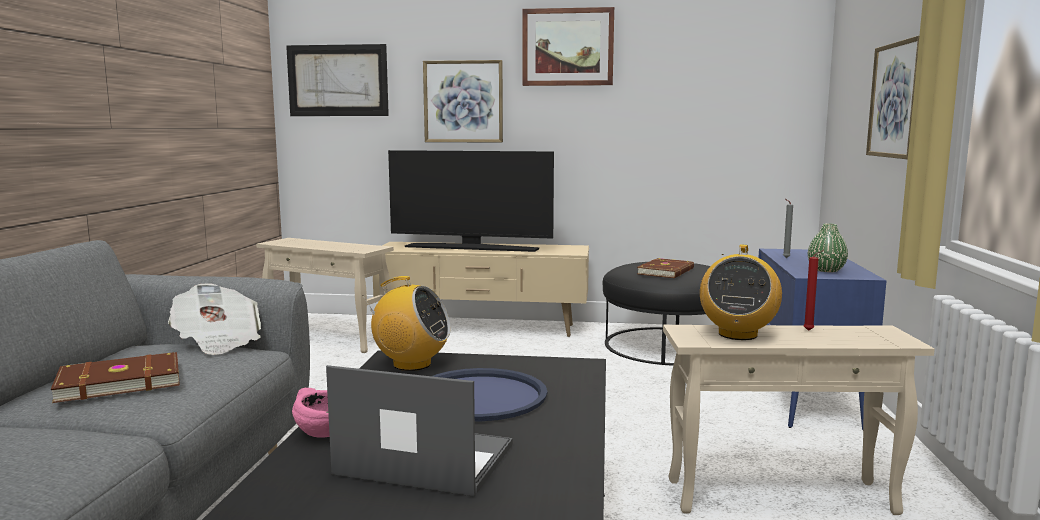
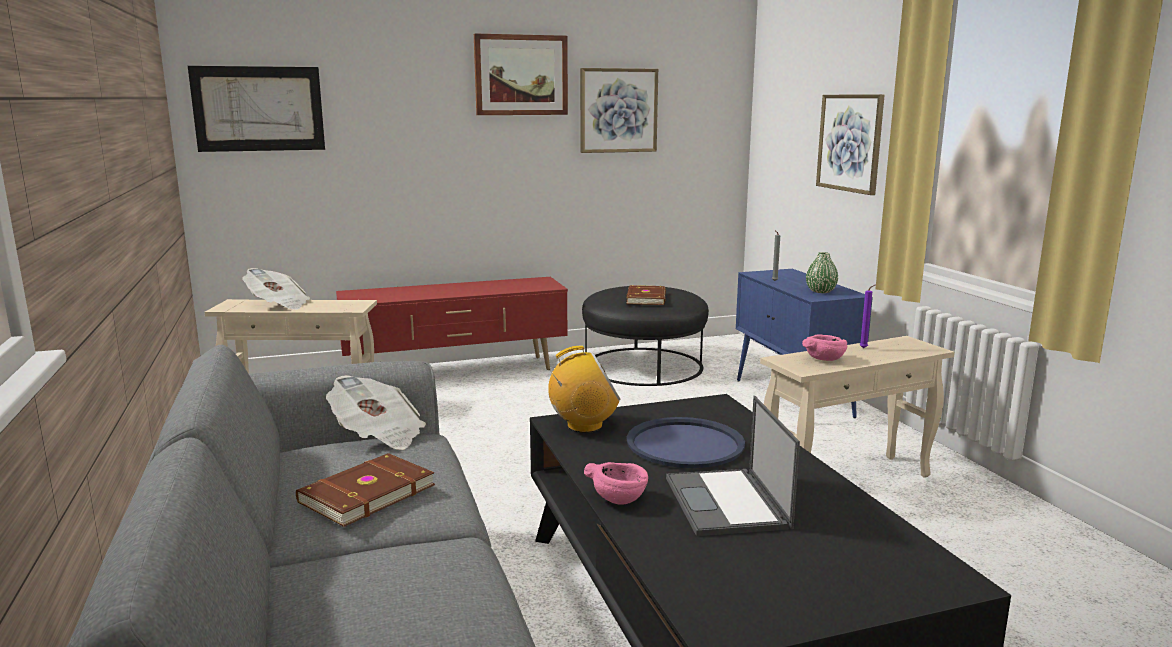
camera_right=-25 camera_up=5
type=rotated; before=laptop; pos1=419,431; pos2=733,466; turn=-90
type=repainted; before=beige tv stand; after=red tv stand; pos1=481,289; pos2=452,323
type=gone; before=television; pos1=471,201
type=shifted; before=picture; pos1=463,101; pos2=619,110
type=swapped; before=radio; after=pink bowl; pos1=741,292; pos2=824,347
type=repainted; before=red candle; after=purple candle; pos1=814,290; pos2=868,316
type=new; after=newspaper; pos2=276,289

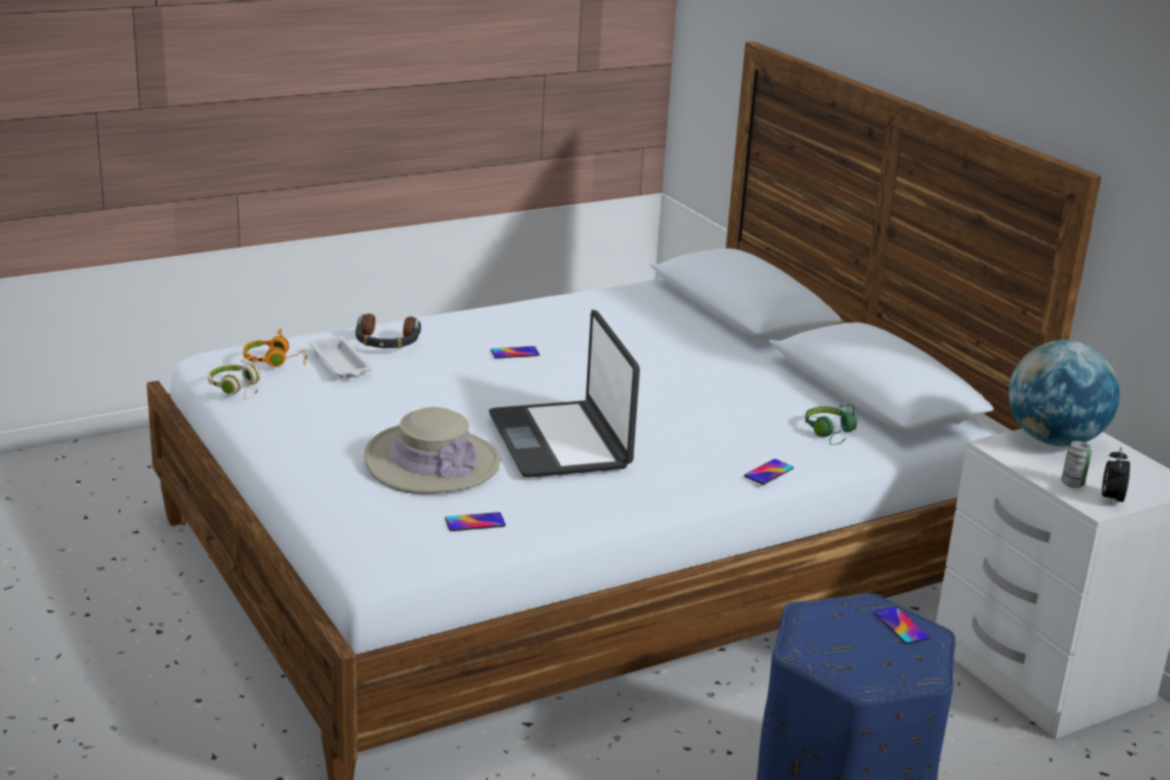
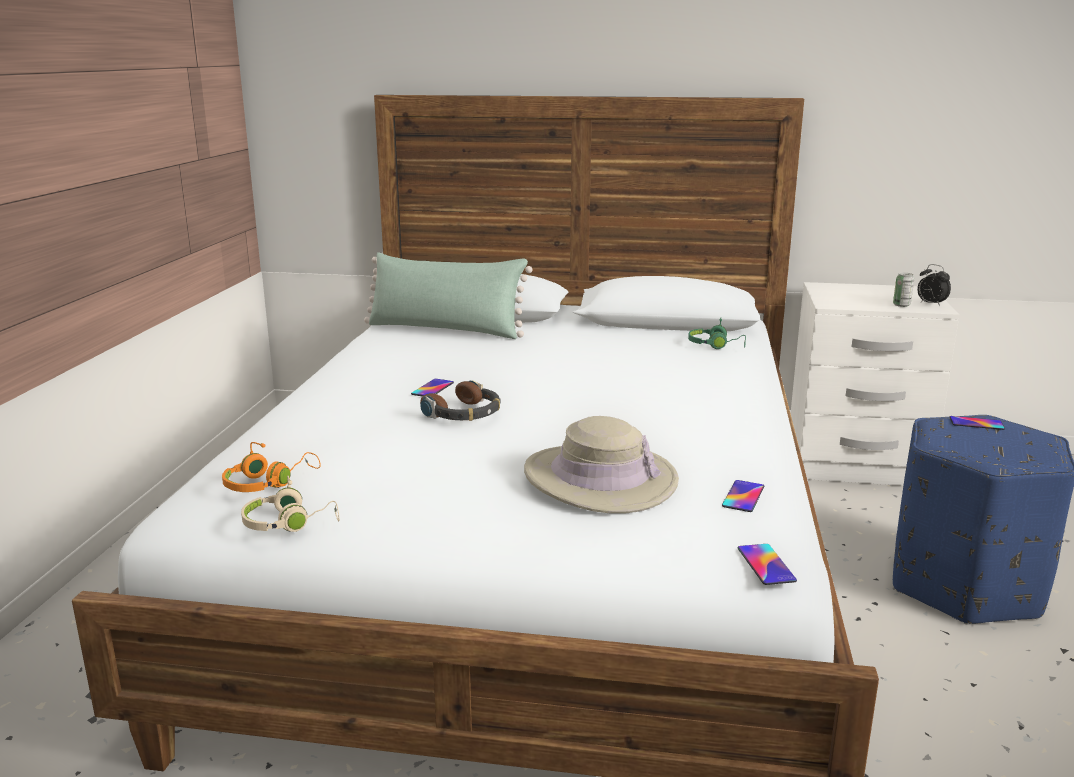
camera_right=-50 camera_up=-5
type=gone; before=white tray; pos1=340,357
type=shifted; before=headphones; pos1=388,331; pos2=460,400
type=gone; before=laptop; pos1=564,394
type=shifted; before=phone; pos1=769,472; pos2=767,564
type=gone; before=globe; pos1=1064,393
type=new; after=green pillow; pos2=448,295

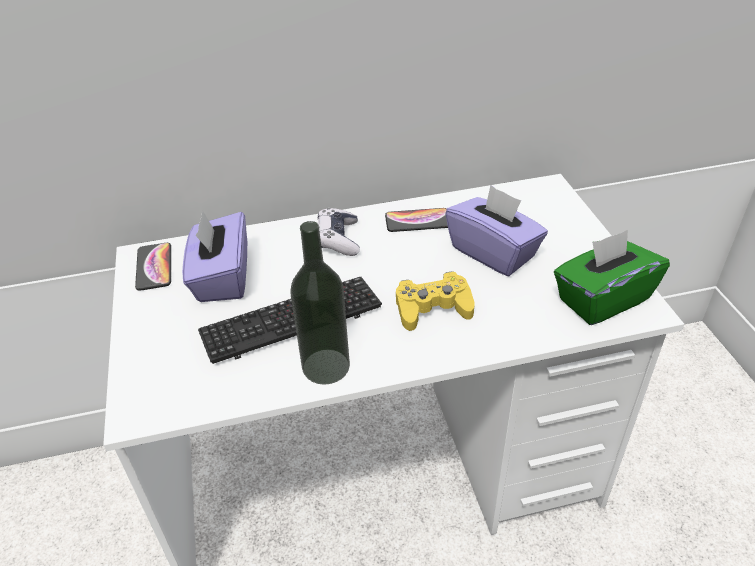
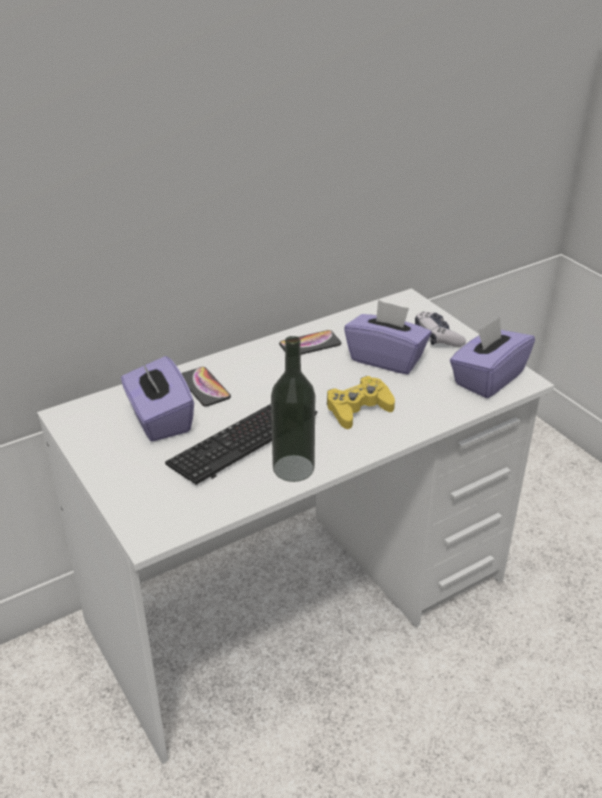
camera_right=-20 camera_up=-5
type=shifted; before=phone; pos1=153,267; pos2=206,387
type=shifted; before=game controller; pos1=339,232; pos2=440,329
type=repainted; before=green tissue box; after=purple tissue box; pos1=612,277; pos2=492,357

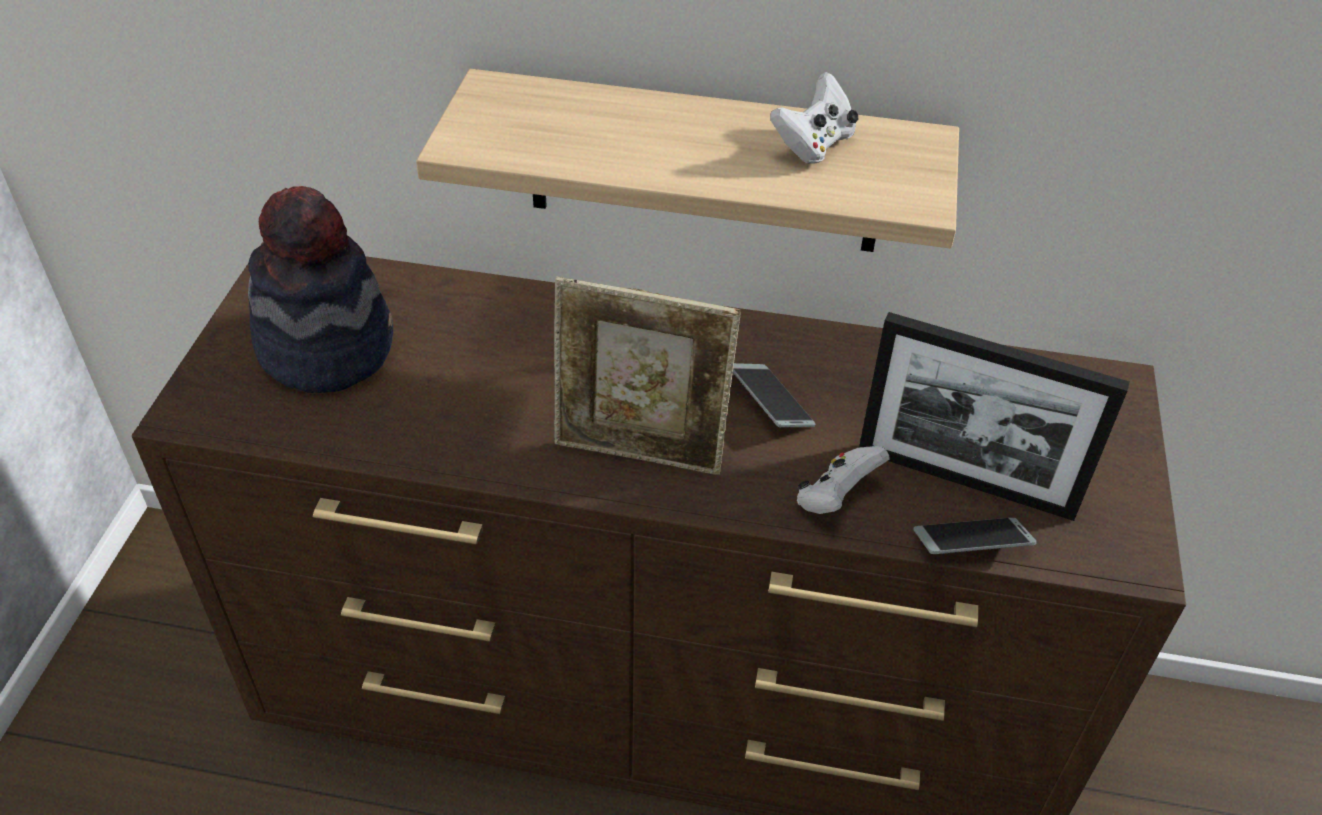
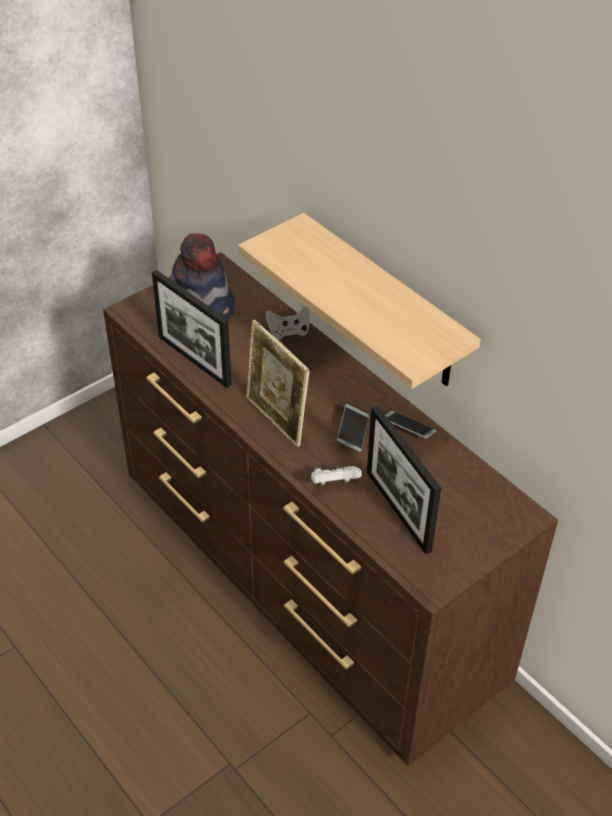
camera_right=40 camera_up=0
type=shifted; before=white game controller; pos1=814,118; pos2=288,323
type=shifted; before=phone; pos1=975,536; pos2=410,424
type=new; after=picture frame; pos2=192,329

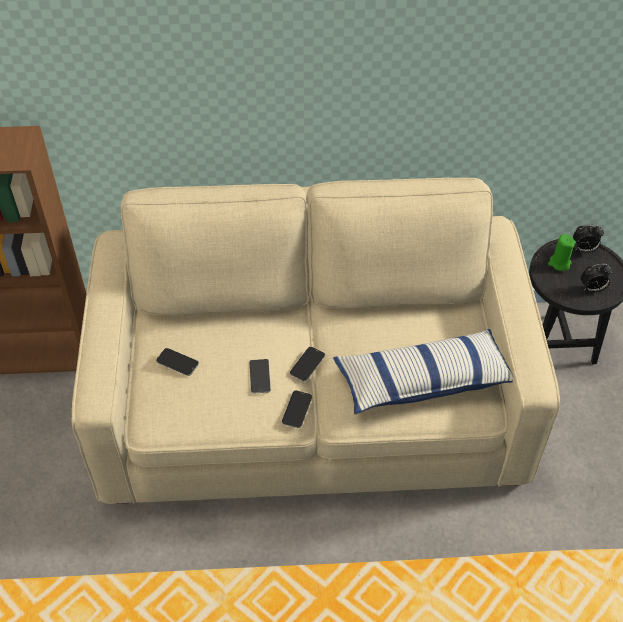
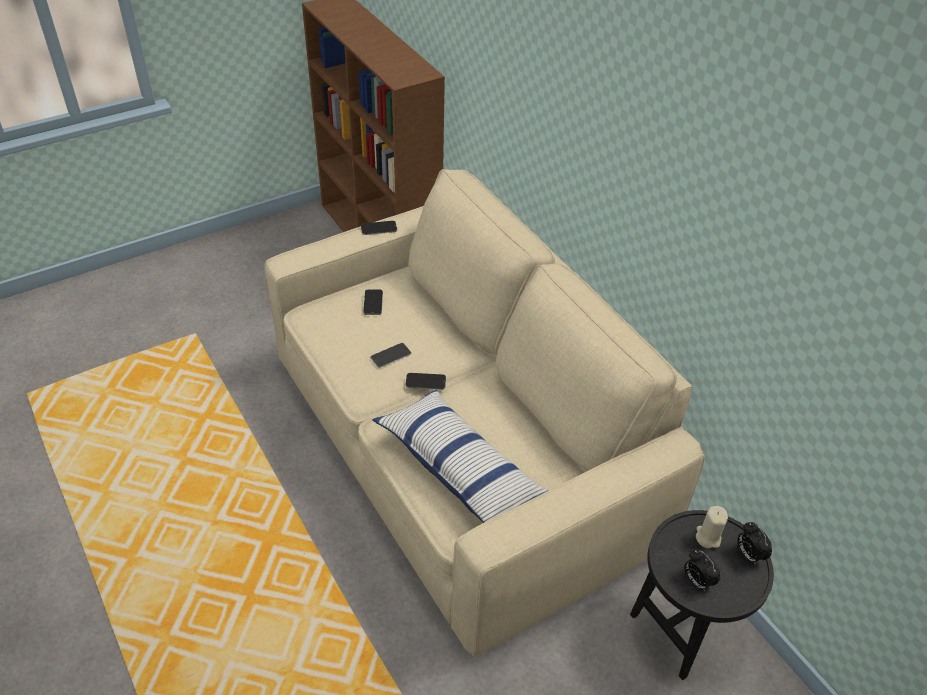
camera_right=60 camera_up=-5
type=shifted; before=phone; pos1=297,409; pos2=379,228
type=repainted; before=green candle; after=beige candle; pos1=562,252; pos2=712,527

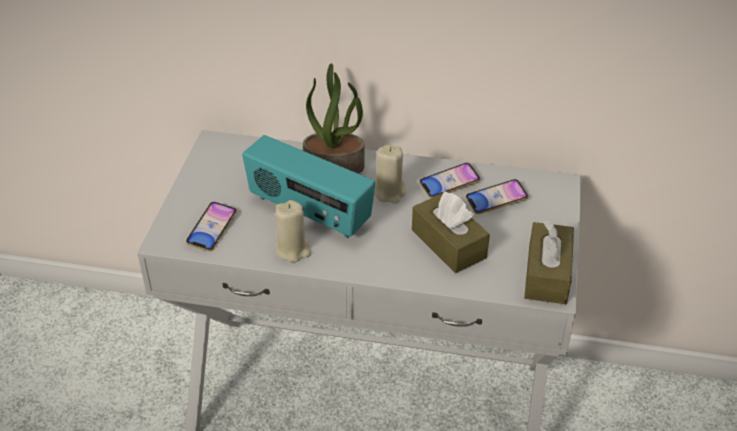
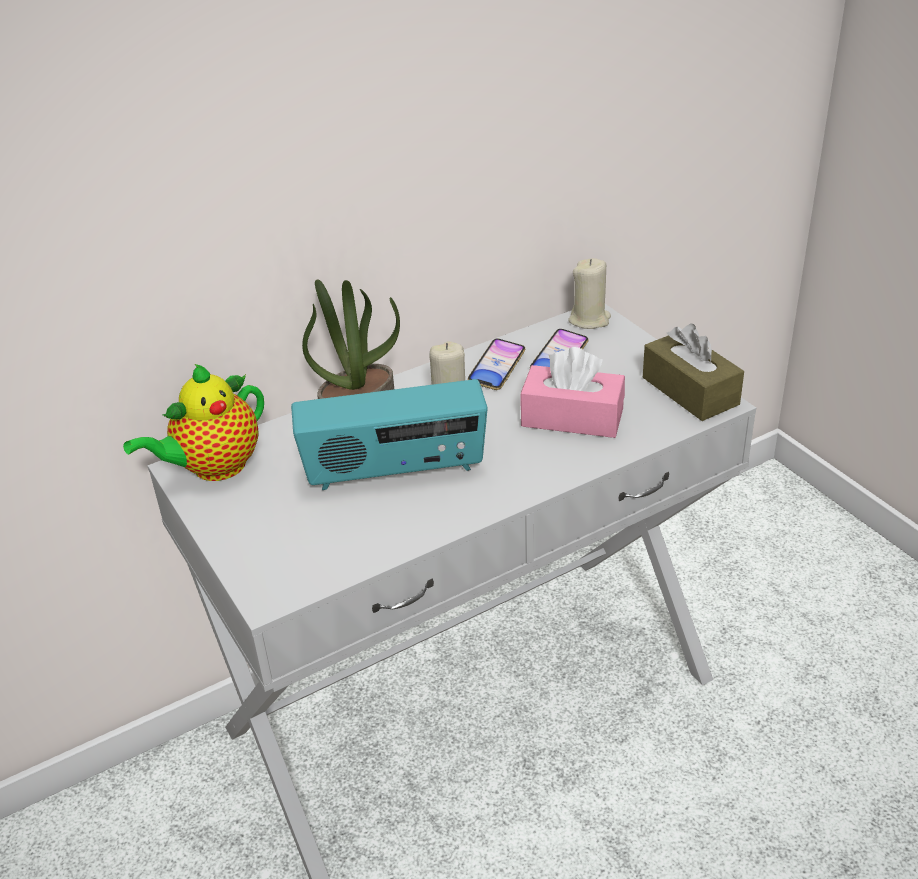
camera_right=-40 camera_up=-5
type=gone; before=phone; pos1=211,226
type=shifted; before=beige candle; pos1=293,231; pos2=589,293
type=repainted; before=brown tissue box; after=pink tissue box; pos1=451,232; pos2=573,392
type=new; after=teapot; pos2=193,422

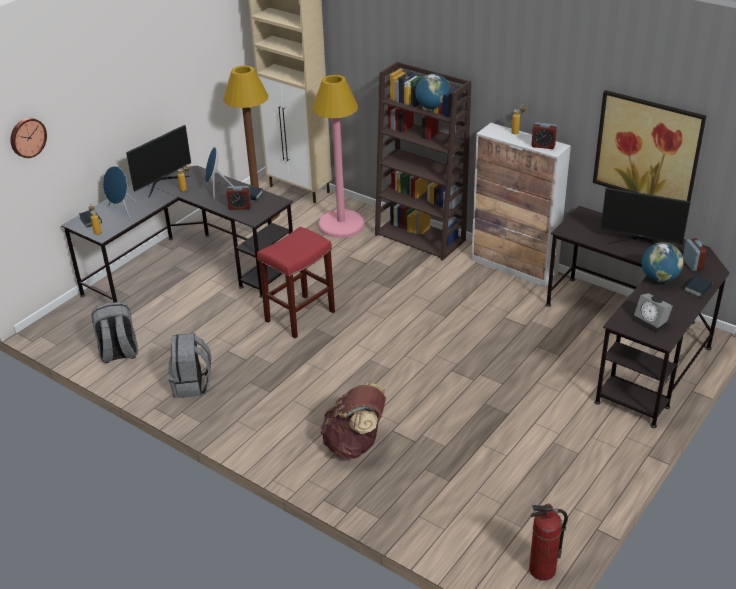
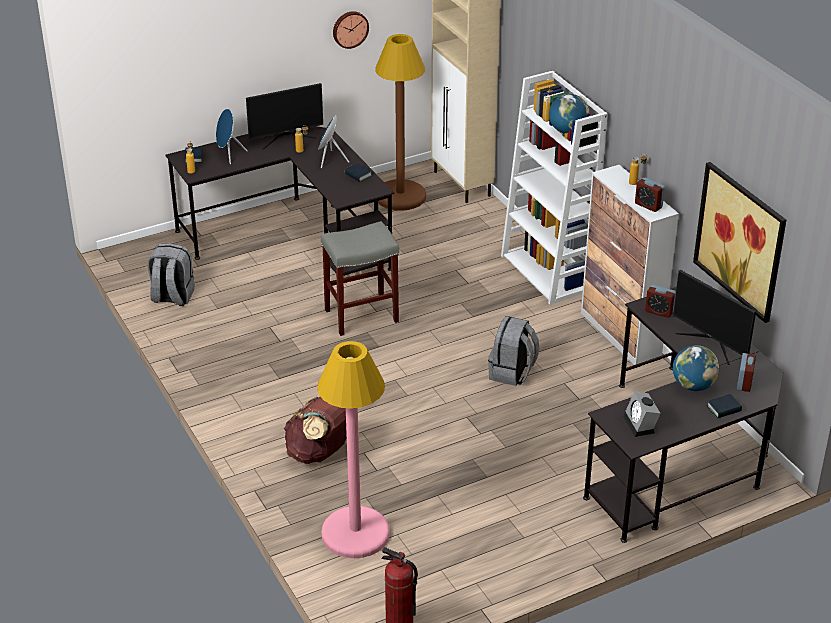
camera_right=25 camera_up=0
type=shifted; before=wall clock; pos1=29,138; pos2=351,30
type=shifted; before=grey backpack; pos1=189,365; pos2=513,351
type=shifted; before=alarm clock; pos1=238,198; pos2=660,301
type=repainted; before=red stool; after=grey stool; pos1=296,282; pos2=360,278
type=shifted; before=pink floor lamp; pos1=338,156; pos2=353,449
type=repainted; before=brown bookcase; after=white bookcase; pos1=423,161; pos2=554,187

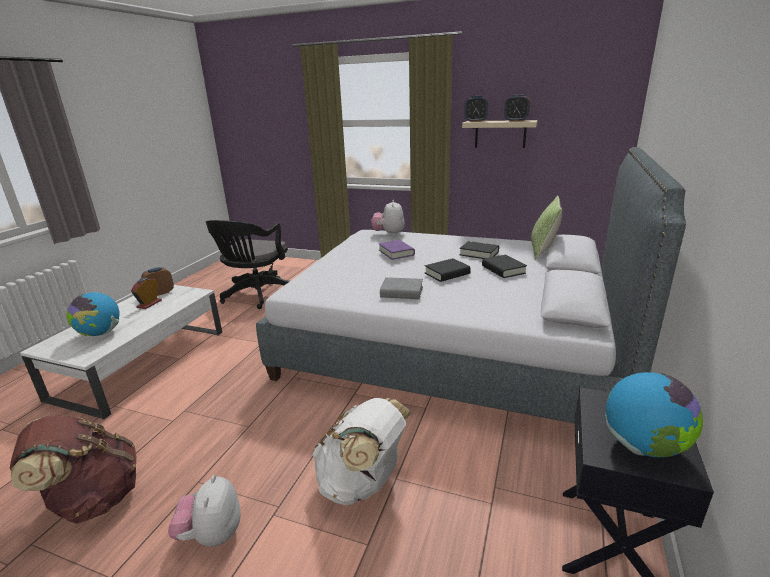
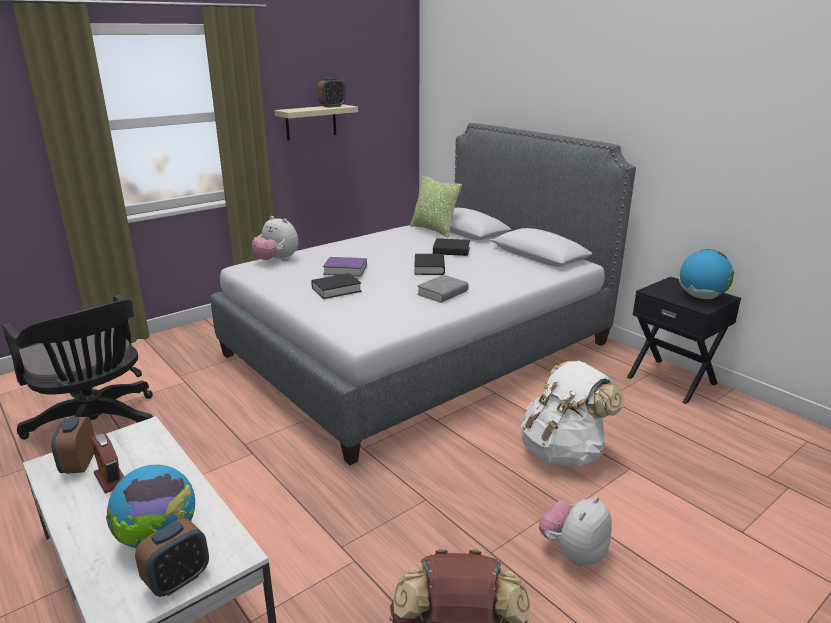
camera_right=-60 camera_up=0
type=rotated; before=plush toy; pos1=204,511; pos2=575,531; turn=105
type=shifted; before=black book; pos1=479,250; pos2=336,286
type=shifted; before=alarm clock; pos1=476,109; pos2=172,558

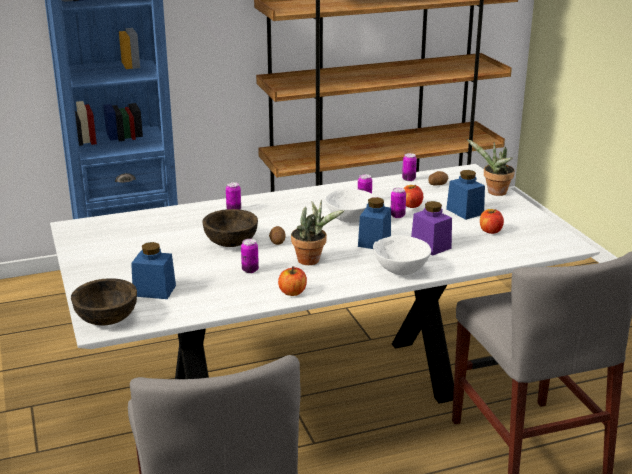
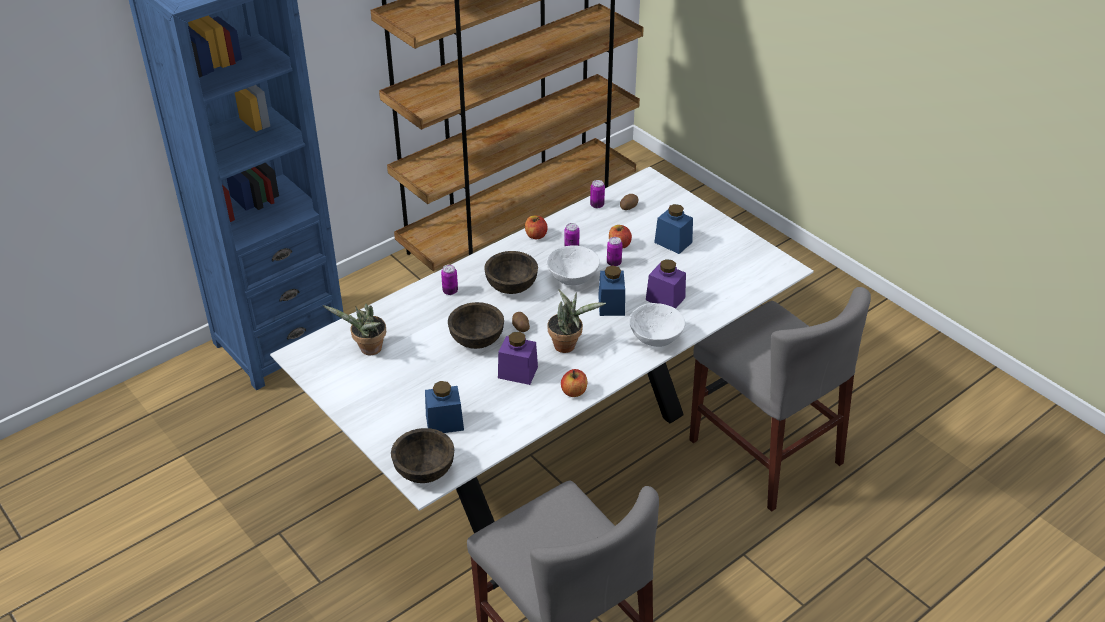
camera_right=-20 camera_up=15
type=swapped; before=can; after=purple jar; pos1=250,256; pos2=518,358
type=shifted; before=potted plant; pos1=490,167; pos2=354,330
type=shifted; before=apple; pos1=492,221; pos2=536,227
type=new; after=brown bowl; pos2=511,272

